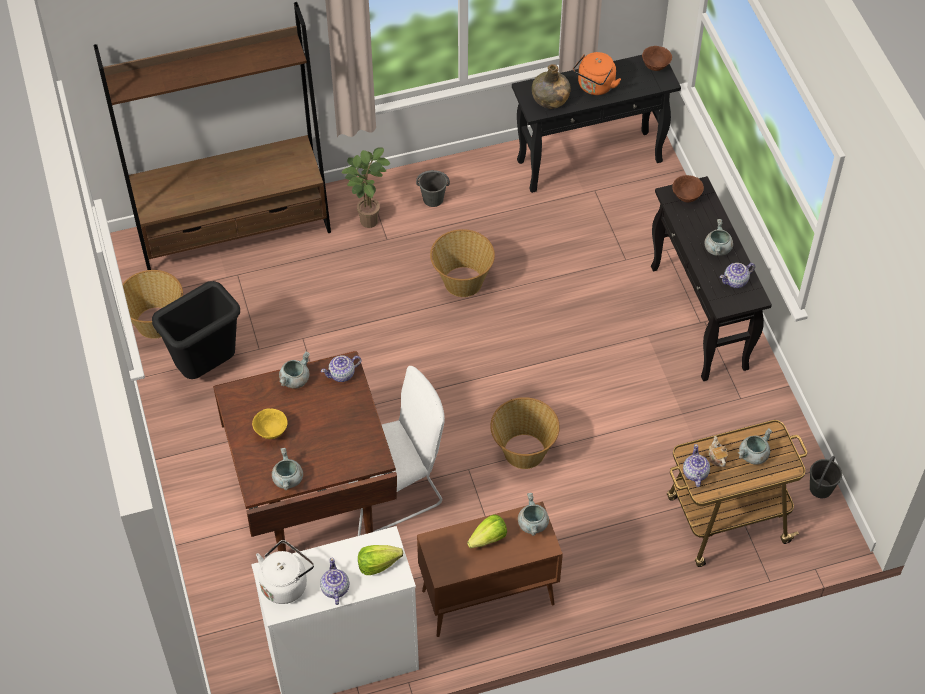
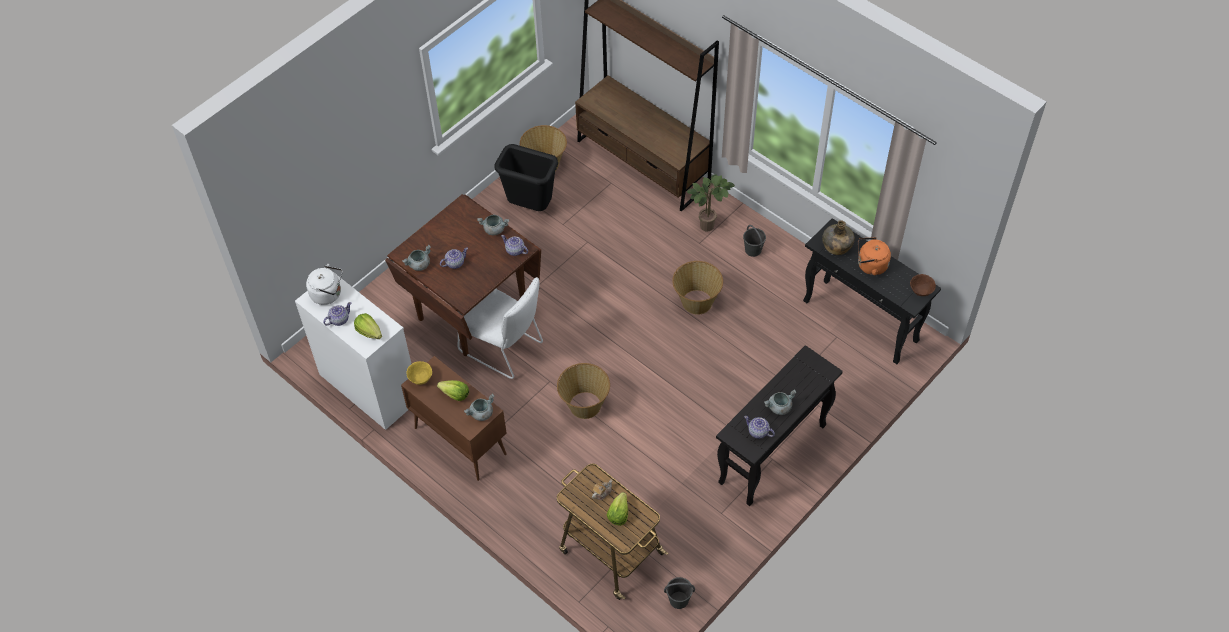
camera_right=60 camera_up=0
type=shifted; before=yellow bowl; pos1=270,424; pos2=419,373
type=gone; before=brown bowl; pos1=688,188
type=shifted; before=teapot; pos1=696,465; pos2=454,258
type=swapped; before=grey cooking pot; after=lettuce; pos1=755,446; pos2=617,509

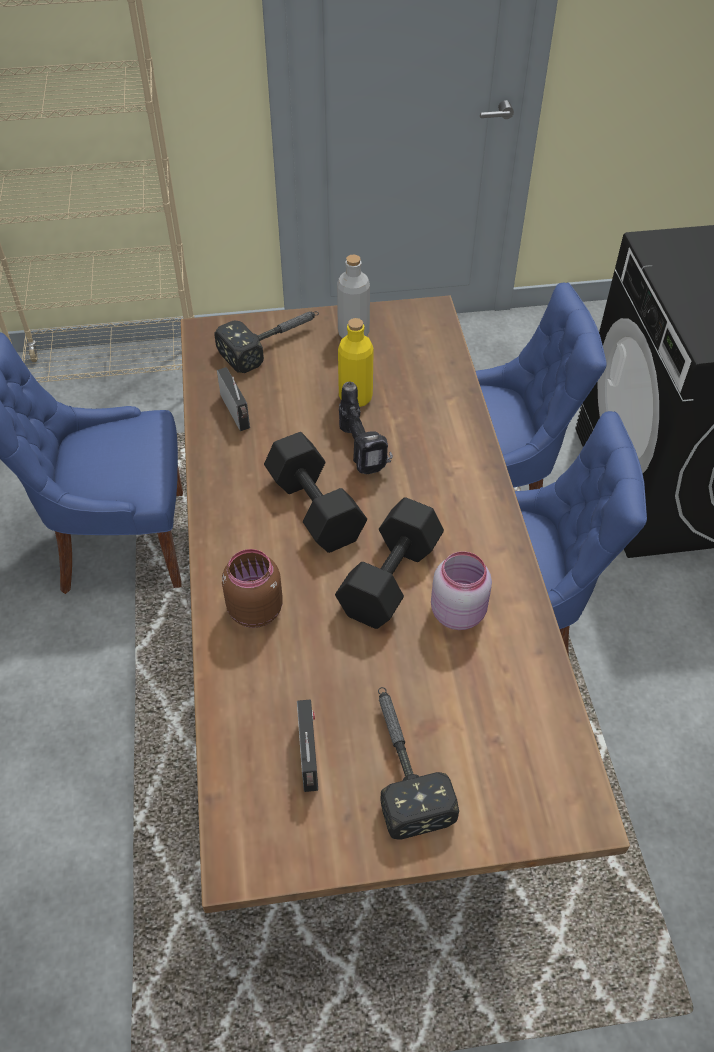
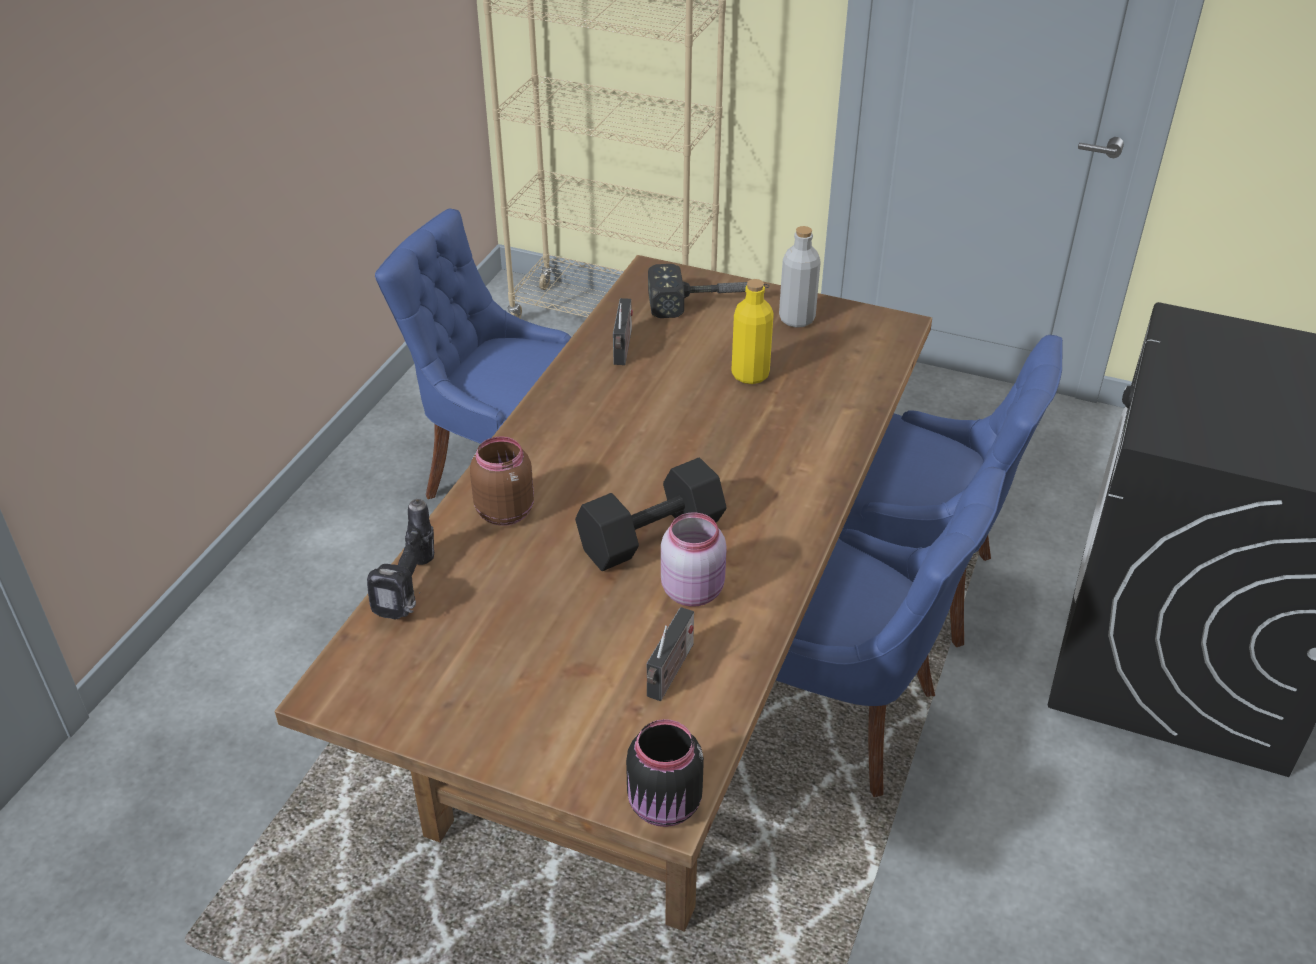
camera_right=30 camera_up=-10
type=gone; before=black dumbbell; pos1=315,492
type=shifted; before=radio; pos1=307,746; pos2=670,654
type=shifted; before=power drill; pos1=366,428; pos2=400,559
type=gone; before=hammer; pos1=418,763
type=new; after=black jar; pos2=665,773

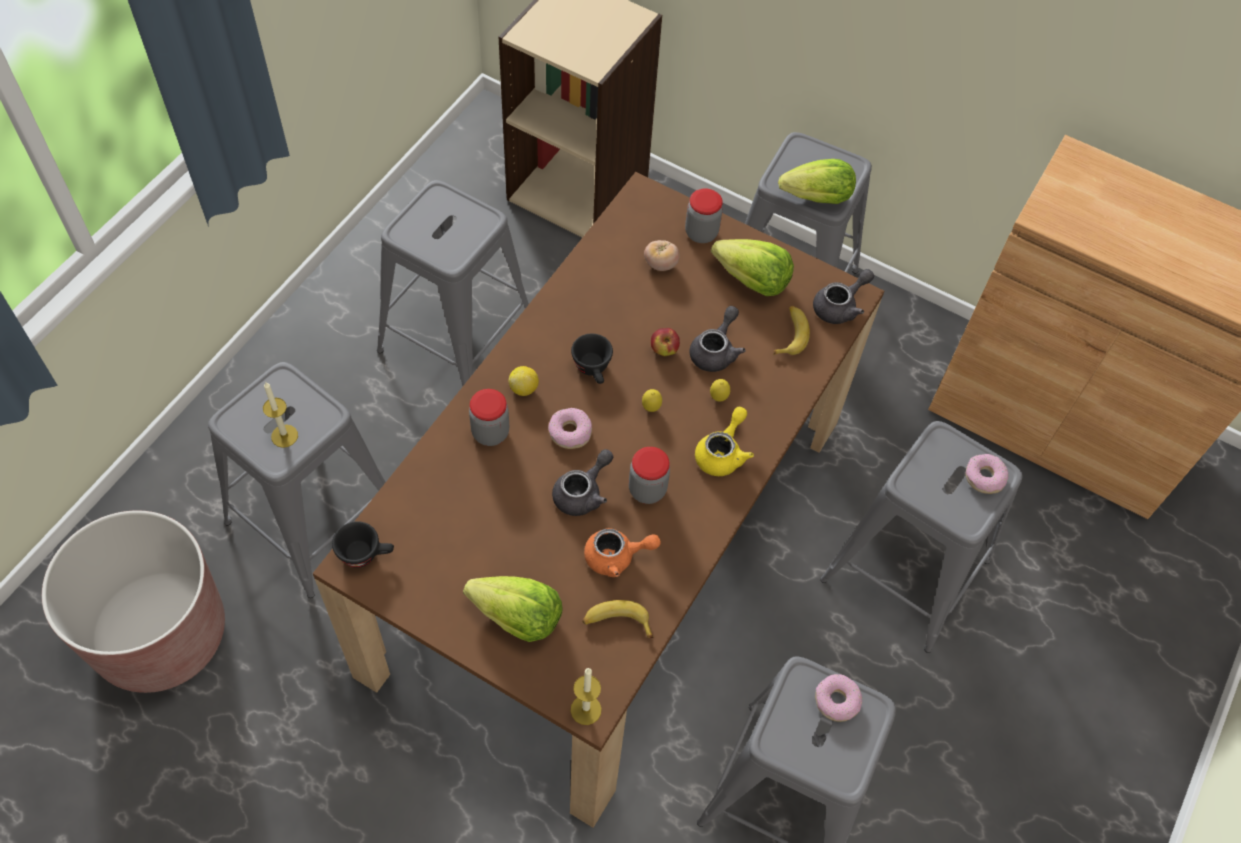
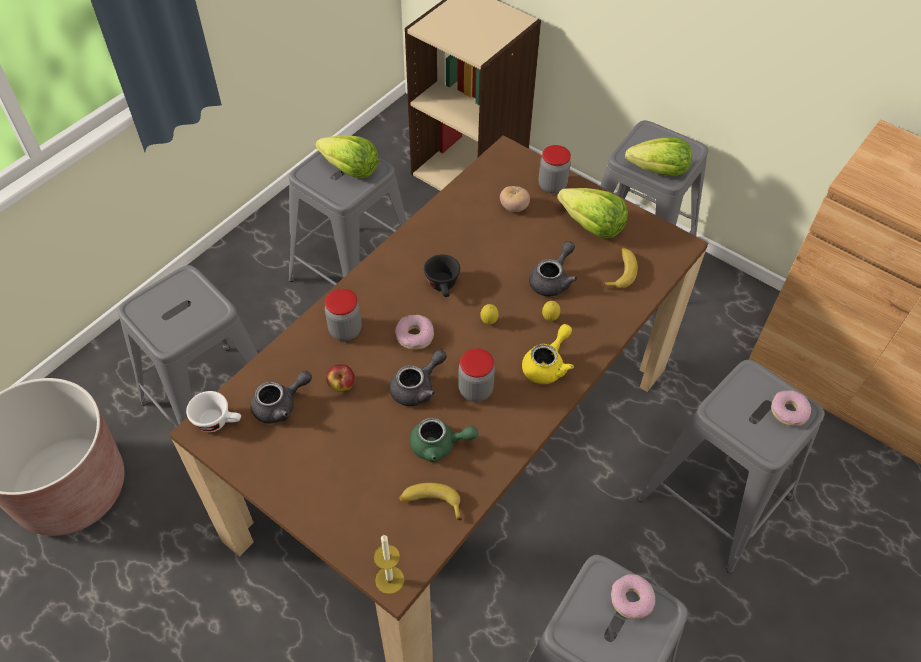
camera_right=10 camera_up=-5
type=gone; before=candle; pos1=280,415
type=repainted; before=black cup; after=white cup; pos1=363,544; pos2=213,411
type=shifted; before=lettuce; pos1=513,609; pos2=347,157
type=gone; before=lemon; pos1=524,381
type=repainted; before=orange teapot; after=green teapot; pos1=622,552; pos2=444,440
type=shifted; before=apple; pos1=665,342; pos2=340,378
type=shifted; before=grey teapot; pos1=843,296; pos2=281,397

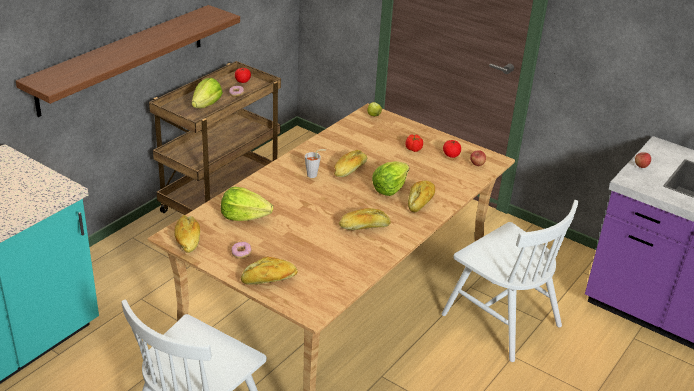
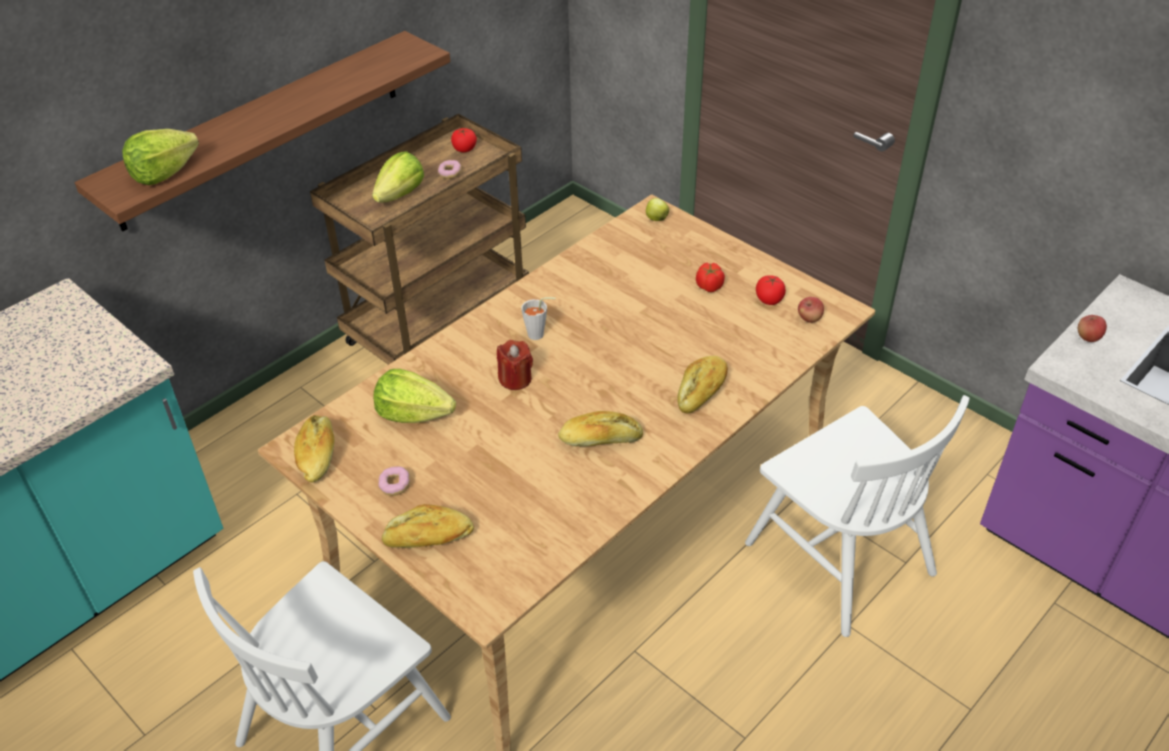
camera_right=10 camera_up=10
type=gone; before=bread; pos1=350,163
type=shifted; before=lettuce; pos1=390,178; pos2=160,157
type=new; after=red candle; pos2=515,365

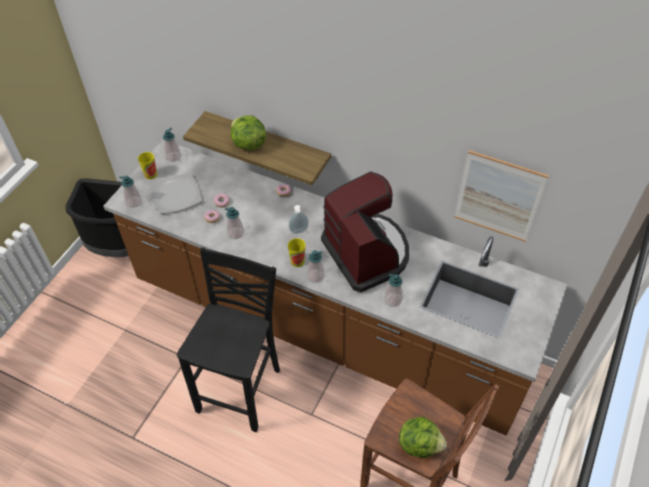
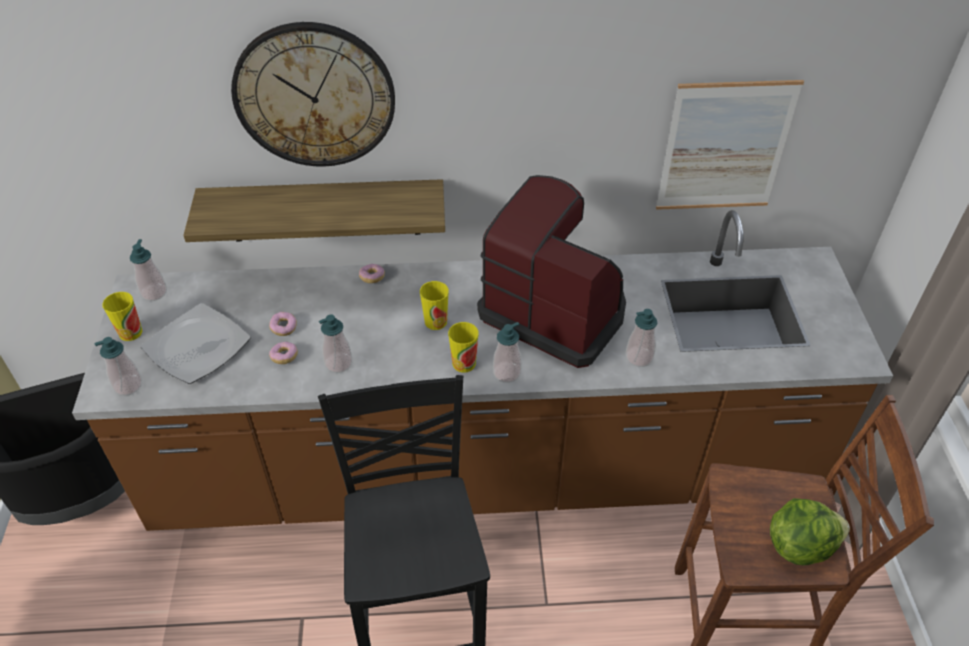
camera_right=-30 camera_up=-5
type=gone; before=lettuce; pos1=248,132
type=swapped; before=soap dispenser; after=cup; pos1=299,219; pos2=434,305
type=new; after=wall clock; pos2=313,94

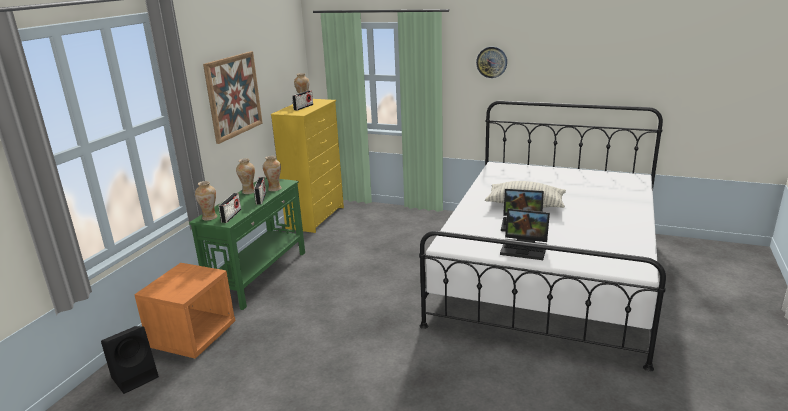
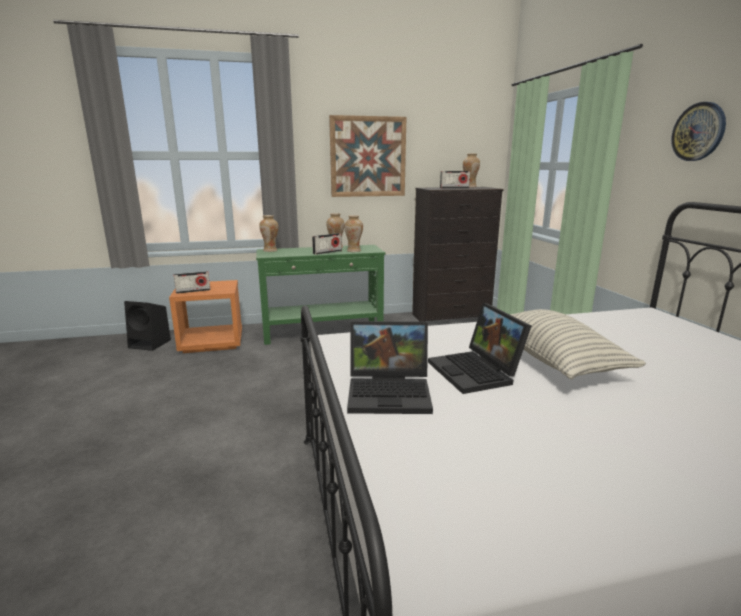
camera_right=55 camera_up=-5
type=shifted; before=radio; pos1=230,208; pos2=191,282
type=repainted; before=yellow dresser; after=black dresser; pos1=307,166; pos2=458,254
type=rotated; before=laptop; pos1=525,234; pos2=390,367; turn=-75

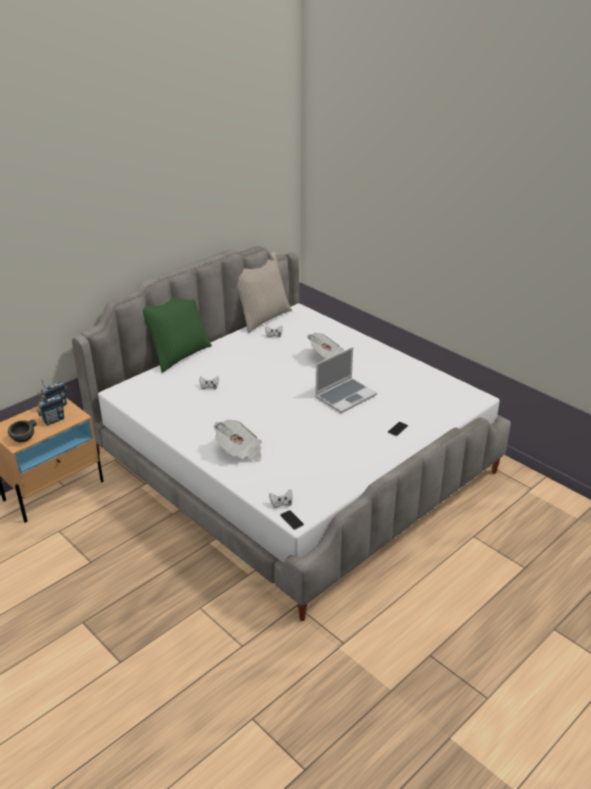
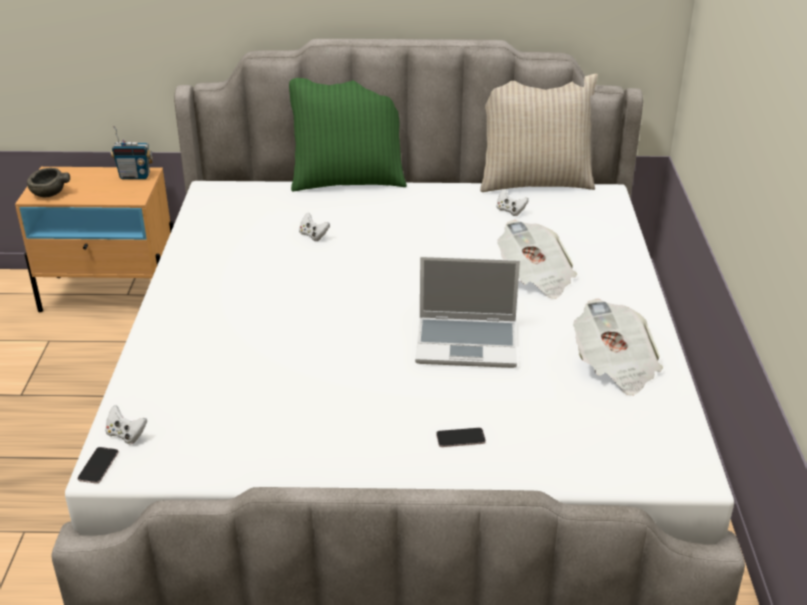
camera_right=45 camera_up=0
type=gone; before=radio; pos1=51,408
type=shifted; before=newspaper; pos1=238,440; pos2=618,347

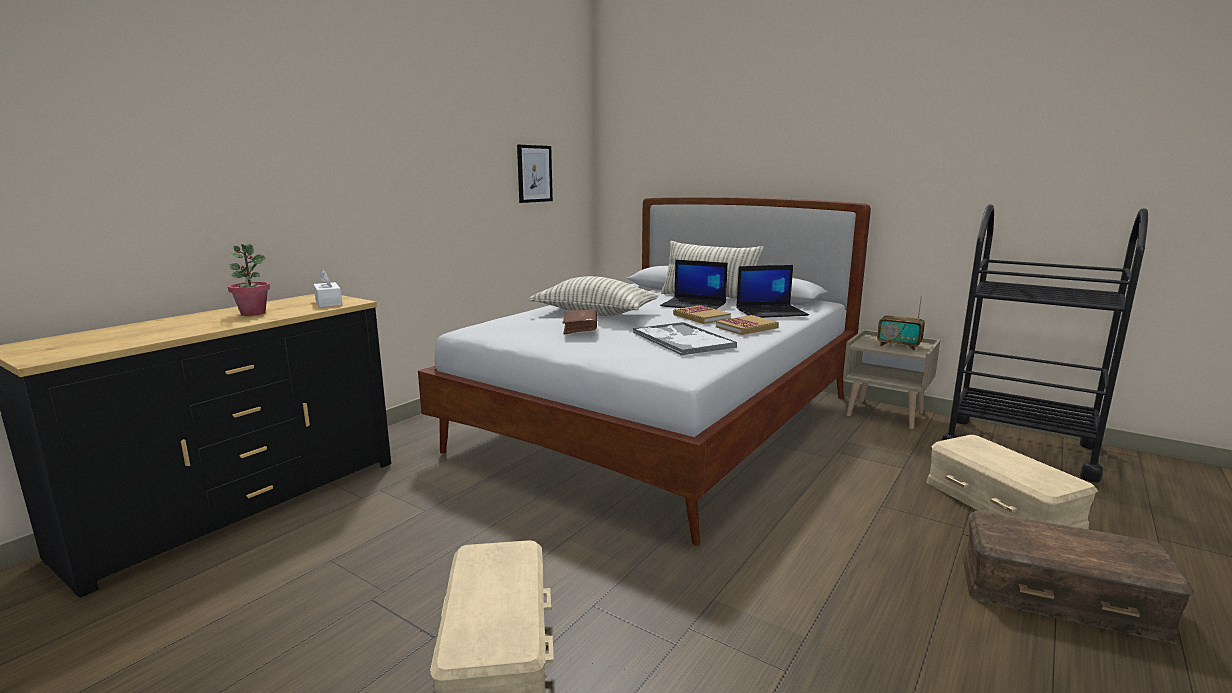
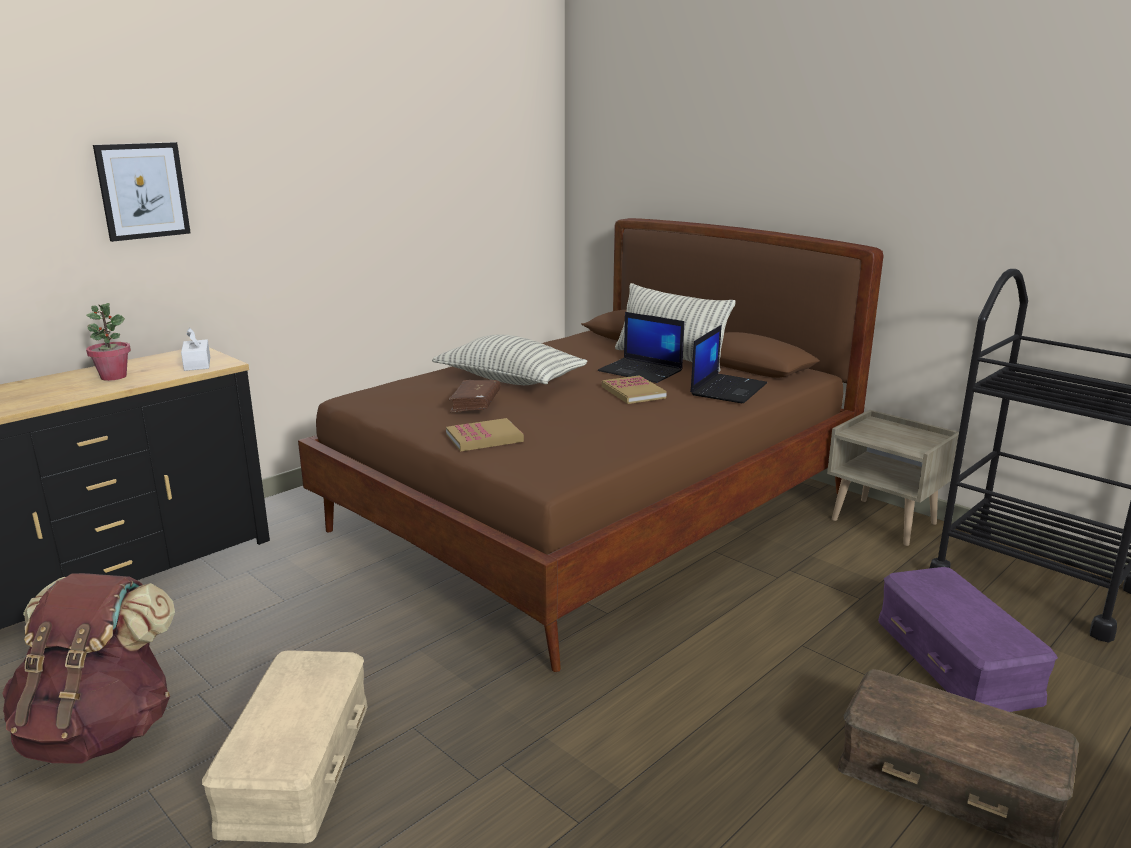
camera_right=10 camera_up=5
type=repainted; before=white bed; after=brown bed; pos1=644,371; pos2=591,445
type=shifted; before=picture; pos1=535,174; pos2=142,192
type=gone; before=tray; pos1=685,338
type=shifted; before=book; pos1=747,325; pos2=485,435
type=rotated; before=laptop; pos1=772,291; pos2=728,364; turn=-60
type=gone; before=radio; pos1=901,323
type=repainted; before=beige storage box; after=purple storage box; pos1=1012,482; pos2=968,639
type=new; after=brown backpack; pos2=88,668

